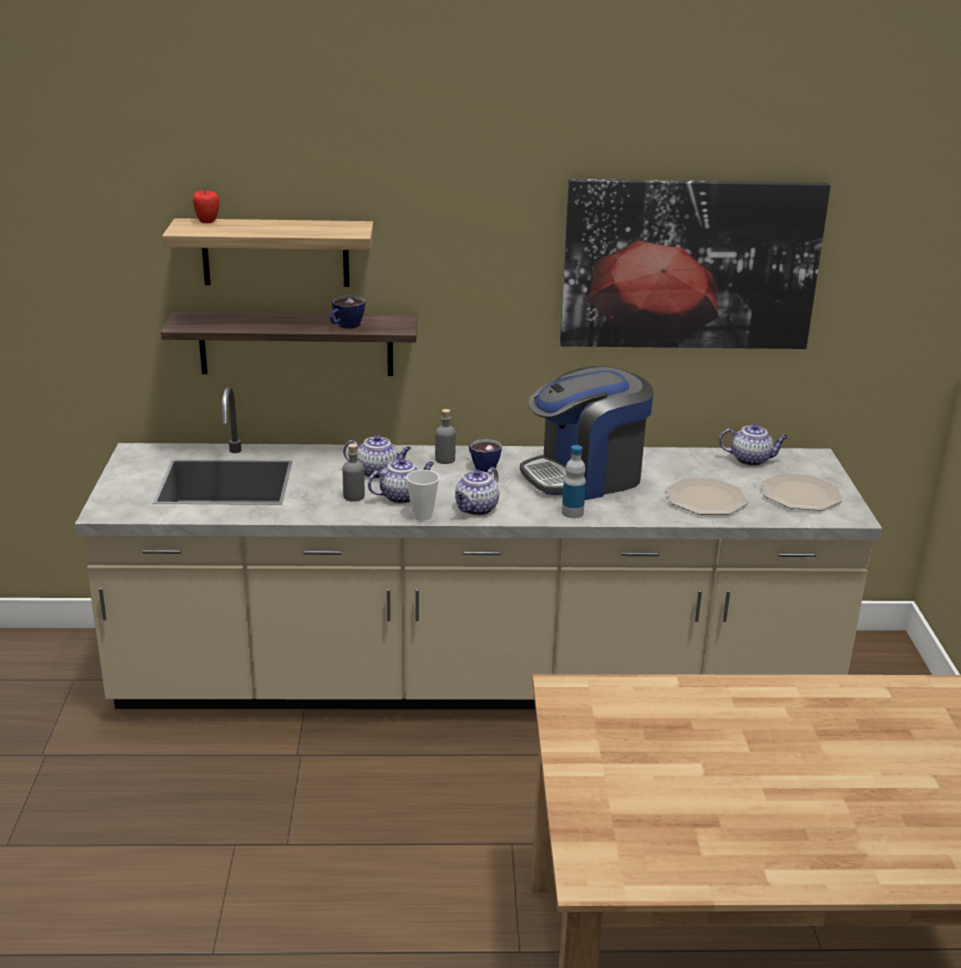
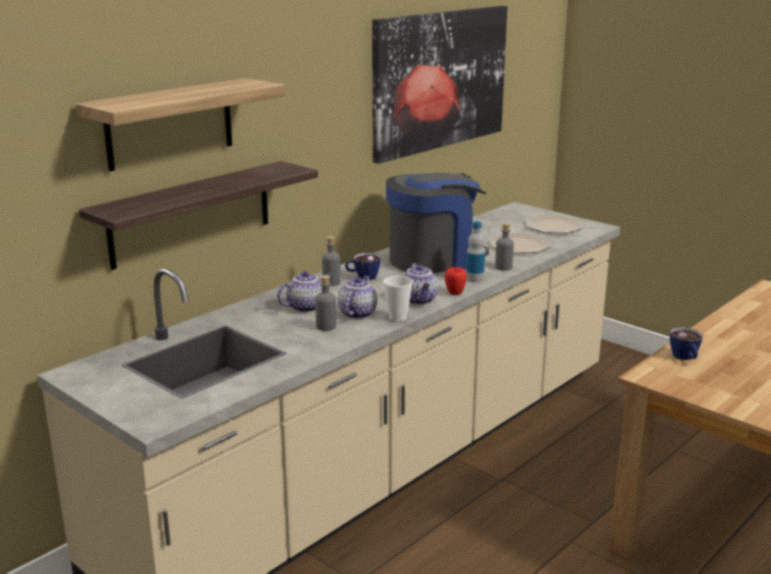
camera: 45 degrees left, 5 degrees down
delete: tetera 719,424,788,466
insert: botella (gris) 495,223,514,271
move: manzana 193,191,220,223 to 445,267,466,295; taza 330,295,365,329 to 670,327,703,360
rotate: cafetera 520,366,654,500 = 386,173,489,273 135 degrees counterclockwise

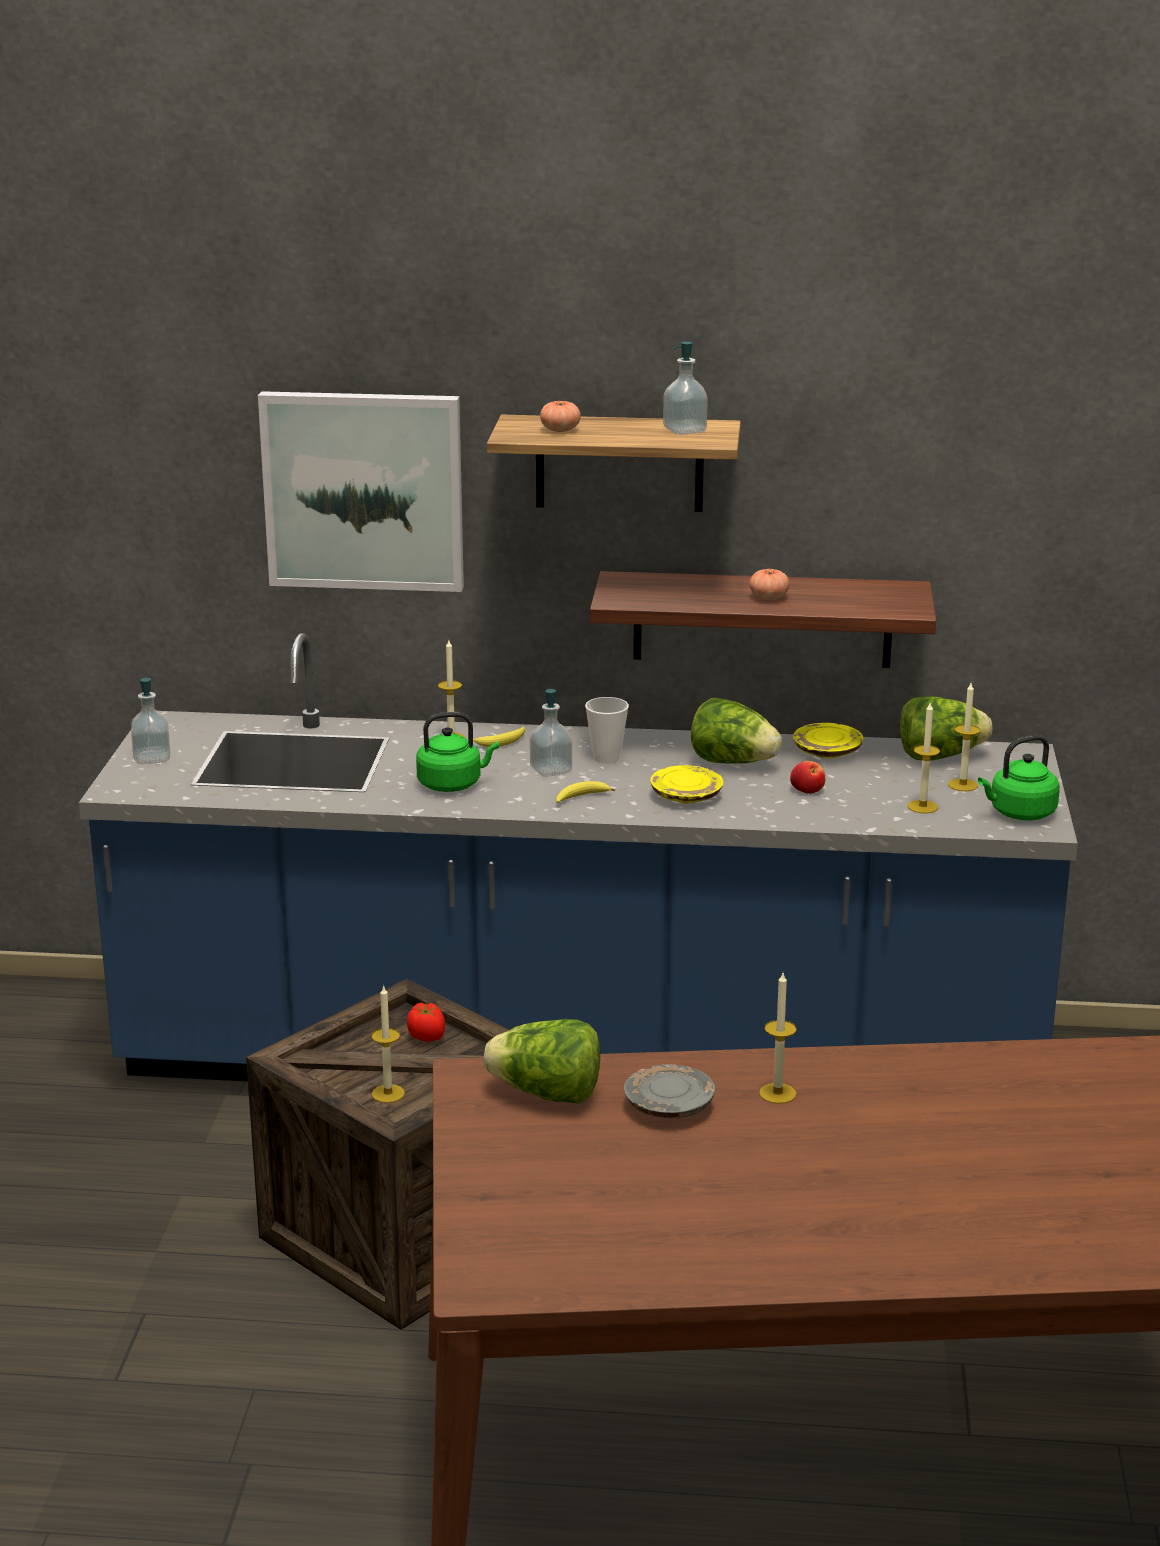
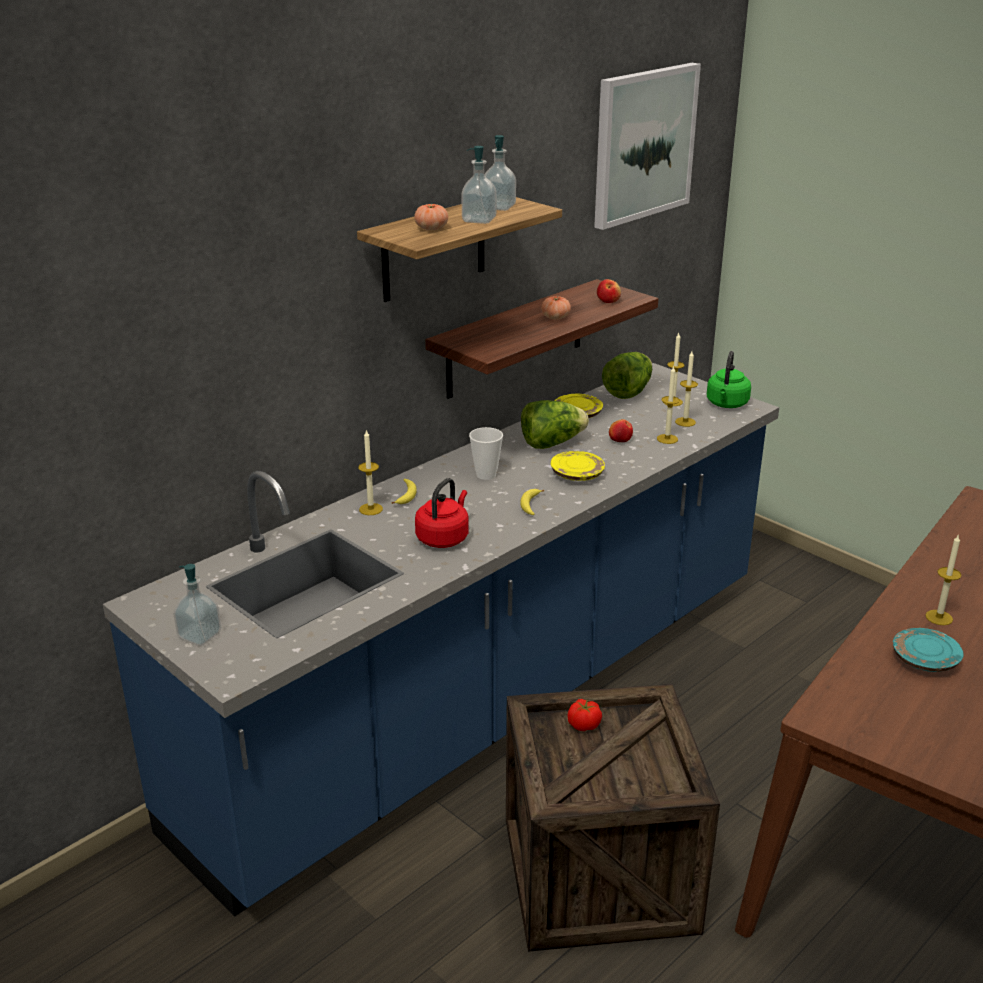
camera: 50 degrees left, 5 degrees up
delete: lechuga 484,1019,600,1104
insert: manzana 597,279,621,303
move: cuadro 258,391,464,592 to 594,63,701,230; dispensador de jabón 530,689,572,777 to 461,146,497,224; vela 371,985,405,1103 to 657,366,680,444
recolor: hervidor (verde) 416,712,499,792 to hervidor (rojo) 415,478,469,548; plato (gris) 624,1064,715,1118 to plato (turquesa) 893,628,964,672

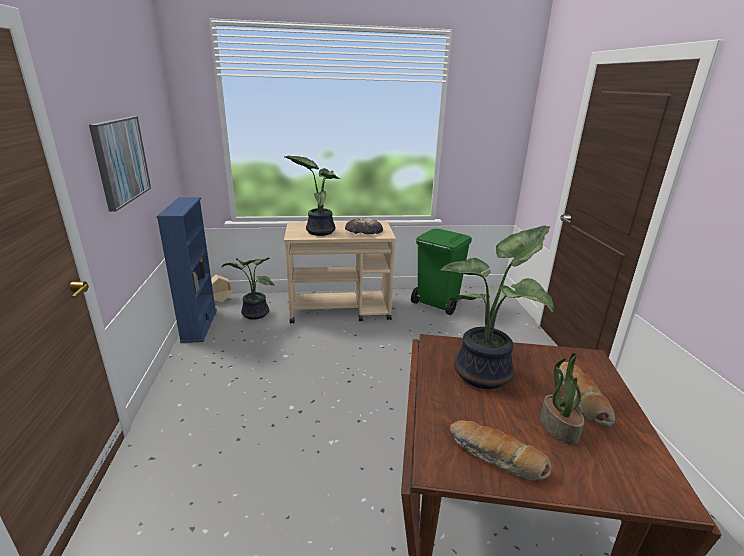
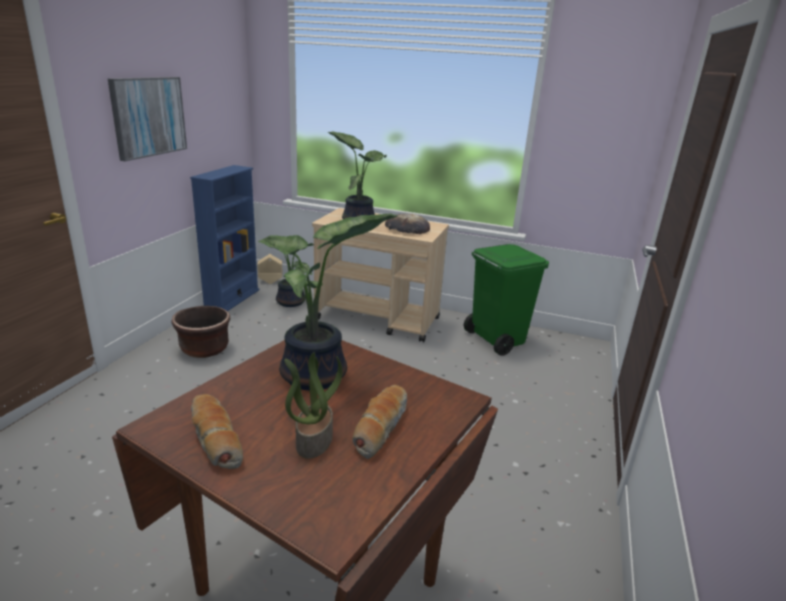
camera: 25 degrees right, 0 degrees up
insert: maceta (marrón) 171,306,230,358

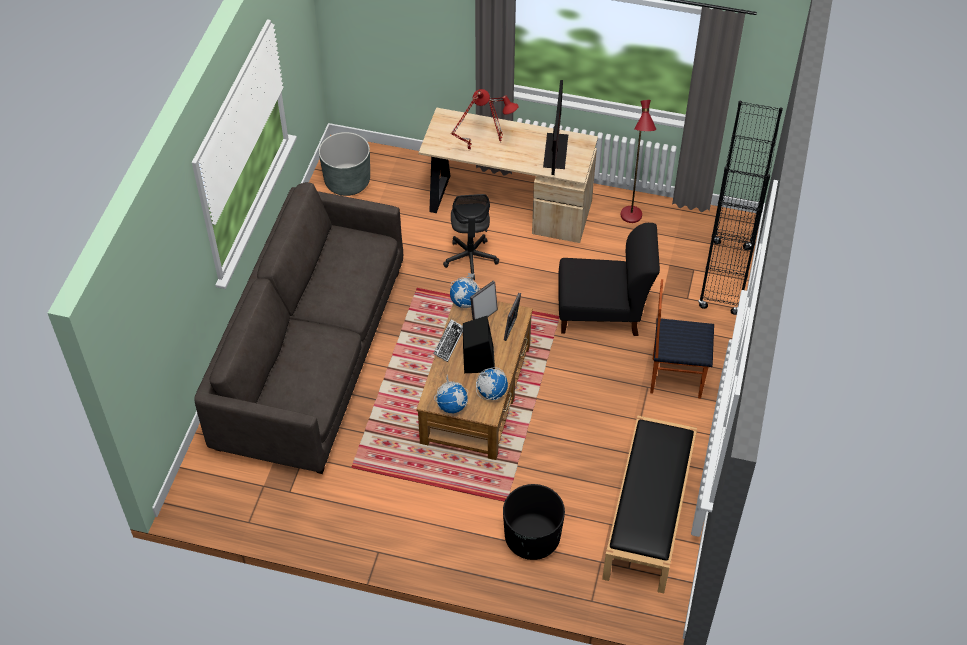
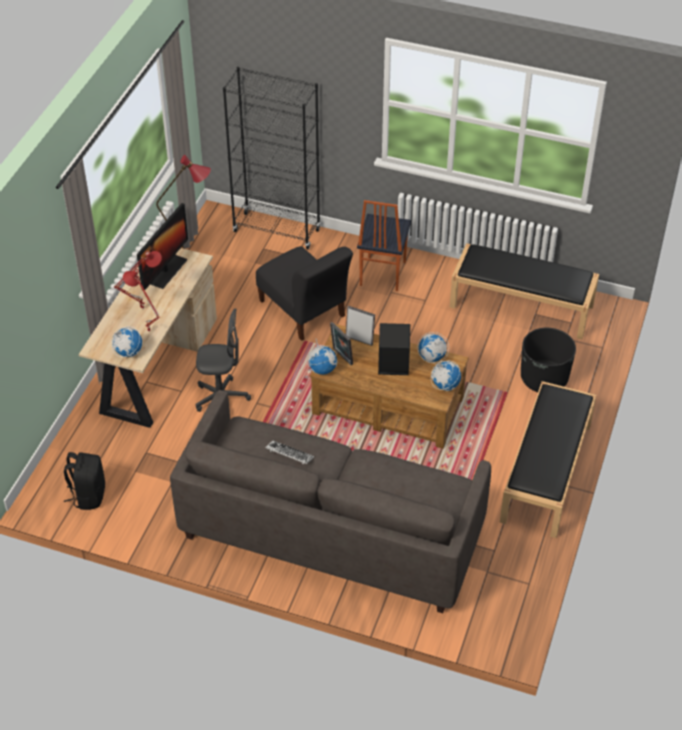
camera: 85 degrees left, 5 degrees down
insert: globo terráqueo 112,326,142,357; banco (negro) 500,381,597,538
move: teclado 433,320,463,362 to 266,440,314,464
replace: maceta (gris) 319,132,370,196 to mochila (negro) 64,452,105,510
rotate: monitor 543,80,568,175 = 137,203,188,290 105 degrees clockwise; silla (negro) 558,223,660,336 = 256,246,353,341 135 degrees clockwise

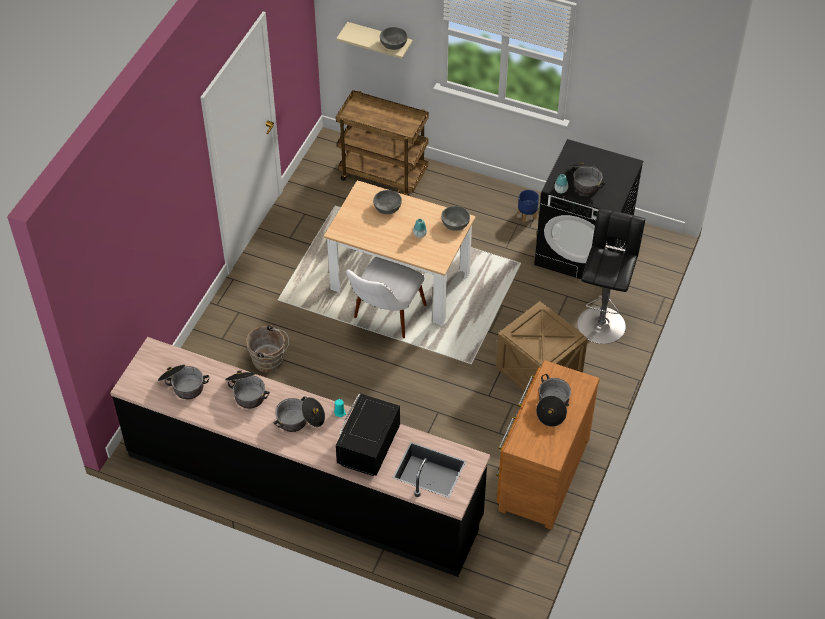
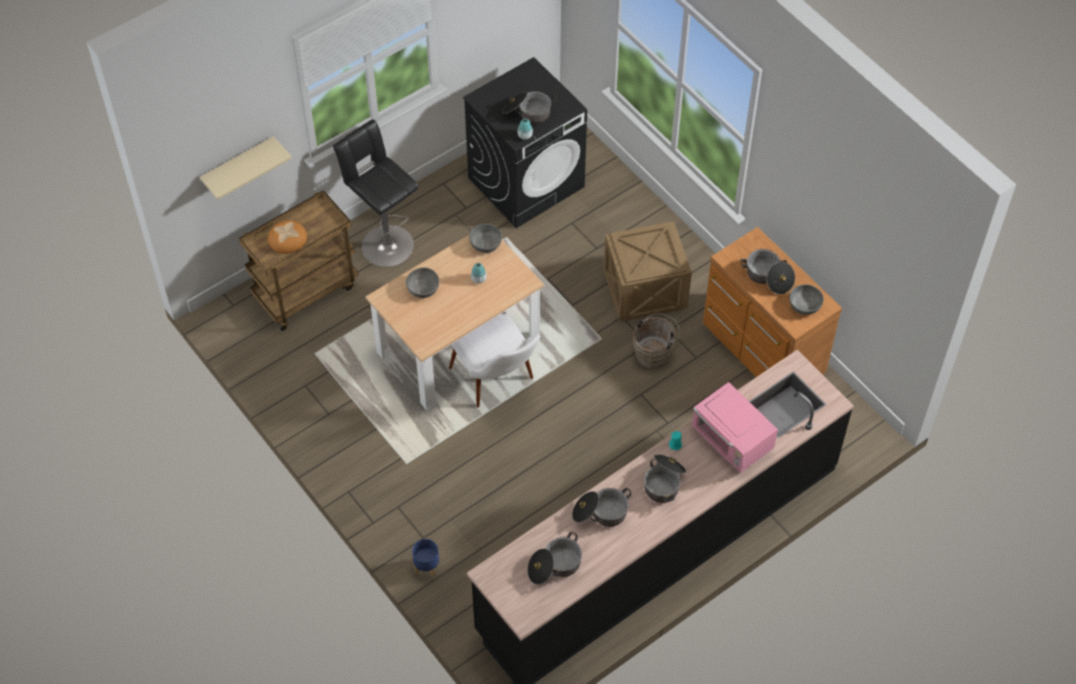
camera: 60 degrees left, 5 degrees up
insert: pan 268,220,307,254
move: cuenco (gris) 380,27,407,50 to 789,284,824,315; maceta (azul) 518,190,539,223 to 412,539,439,577; taburete (negro) 577,208,645,344 to 333,120,419,267; cubo (marrón) 246,325,289,373 to 633,313,680,368
recolor: microondas (negro) 336,394,400,476 to microondas (rosa) 692,382,778,473

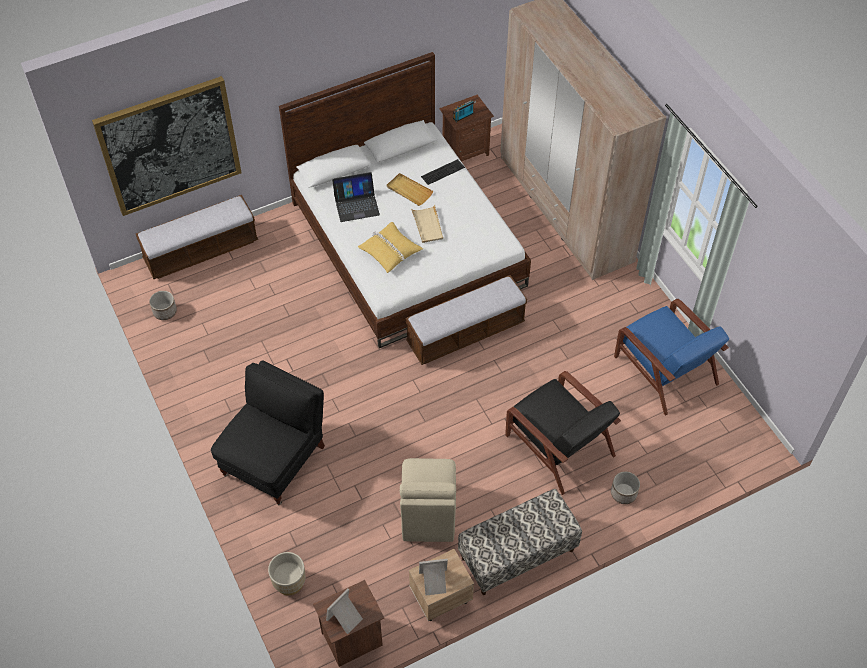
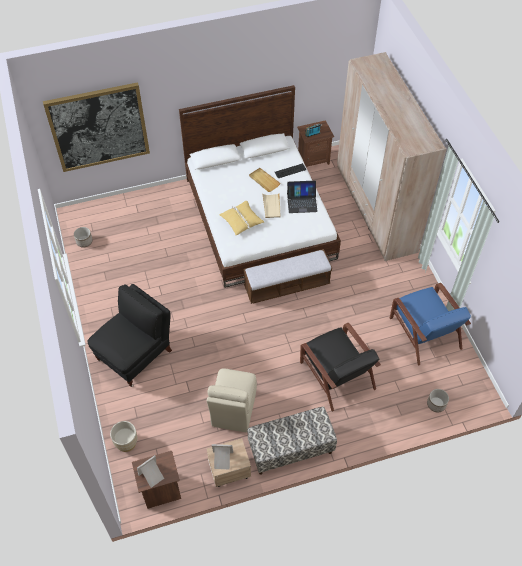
camera: 10 degrees right, 0 degrees up
delete: banco 136,195,258,279
move: portátil 332,172,380,222 to 287,181,318,213; maceta 611,472,640,504 to 427,389,449,412

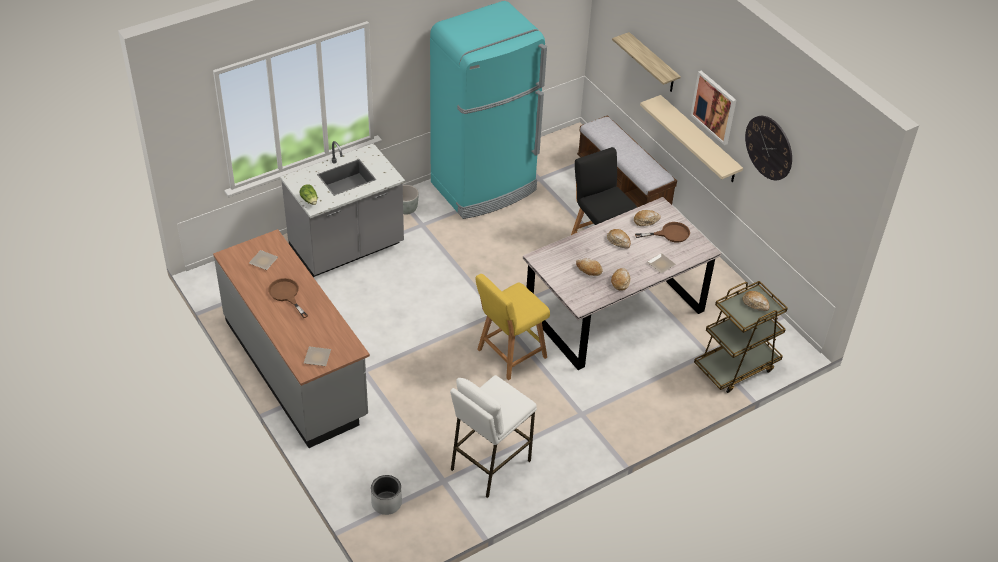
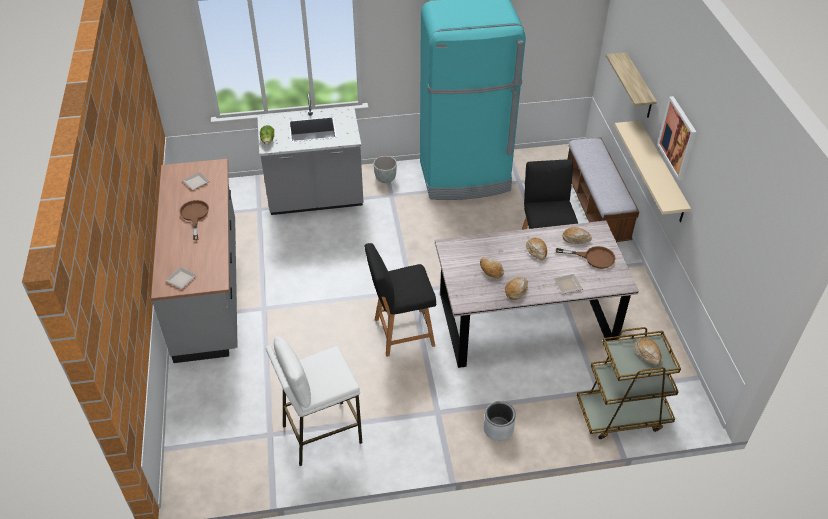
camera: 25 degrees right, 0 degrees up
delete: reloj de pared 745,116,792,180
move: maceta (gris) 371,475,402,515 to 484,401,516,441
recolor: taburete (amarillo) 475,274,550,380 to taburete (negro) 365,243,436,357

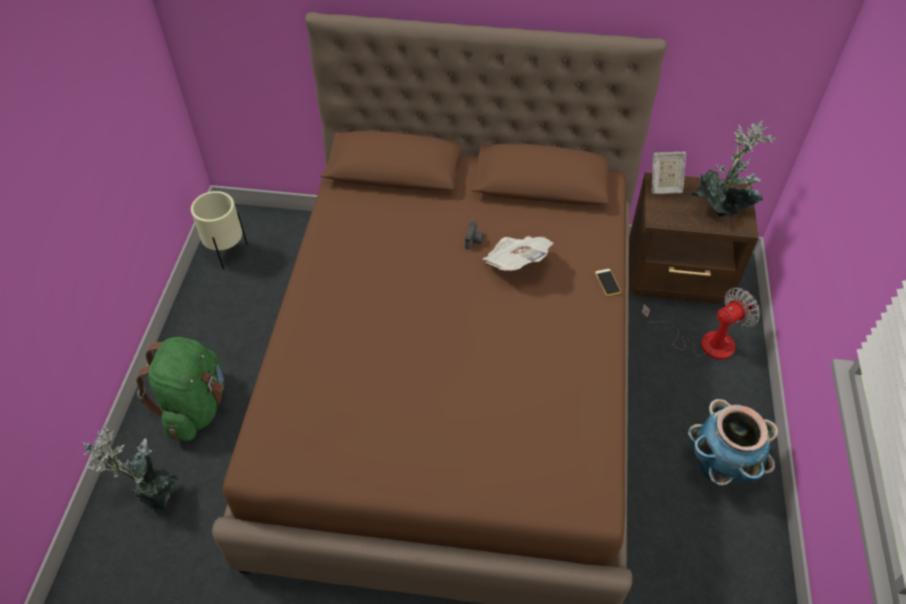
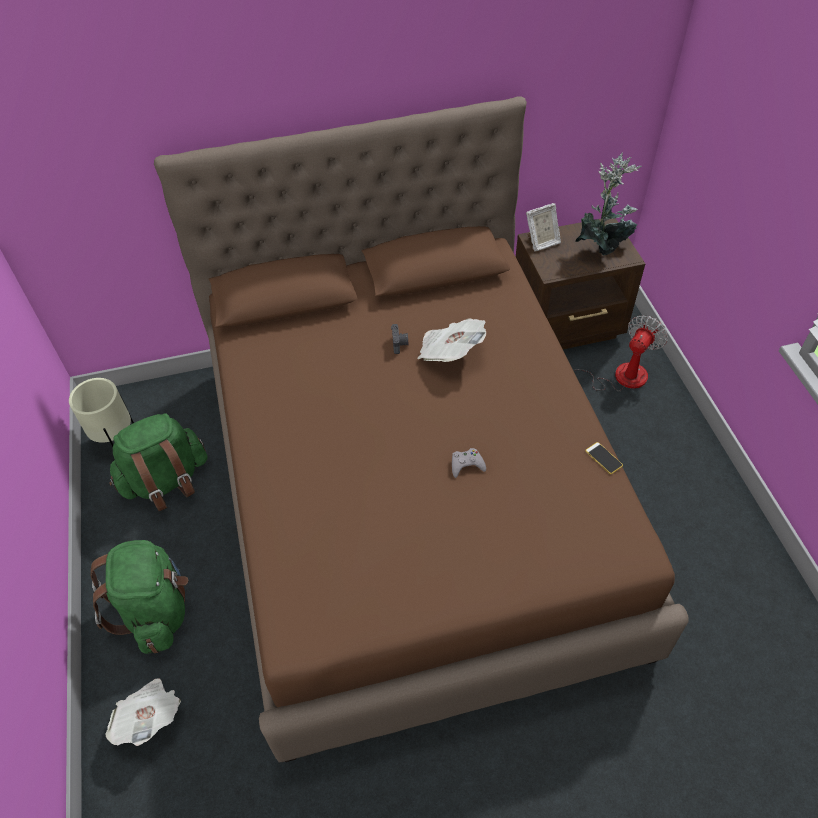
camera: 20 degrees left, 0 degrees up
delete: maceta 688,399,778,486
insert: mochila (verde) 110,413,208,512; mando de consola (gris) 452,448,486,478
move: móvil 595,269,621,296 to 585,442,623,474
replace: planta en maceta 82,423,179,510 to periódico 105,679,181,746

